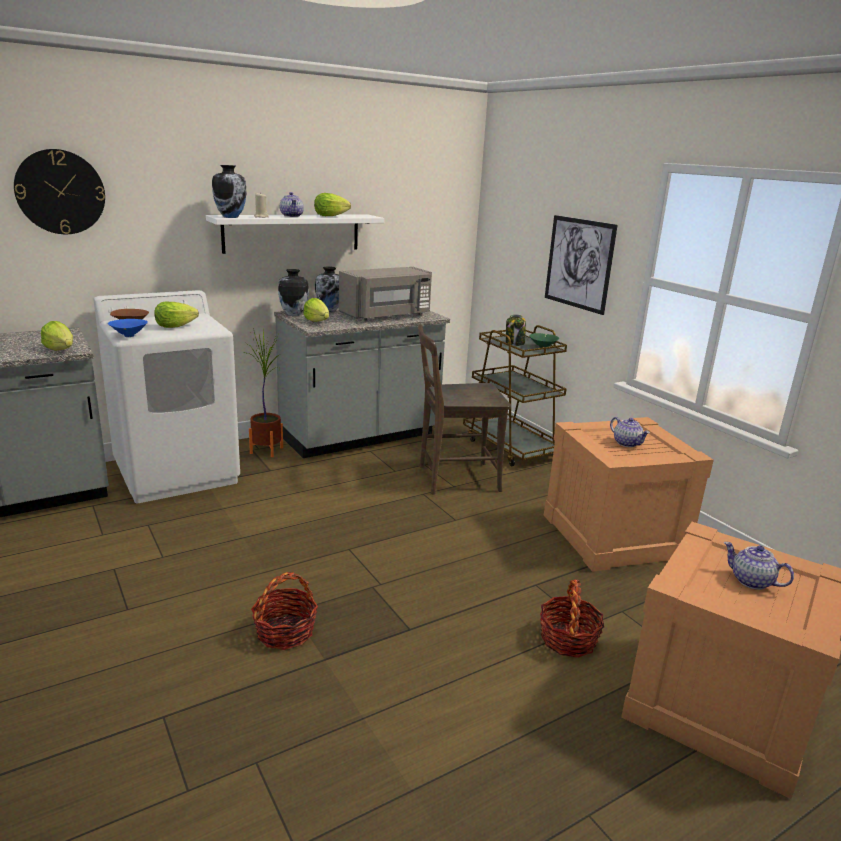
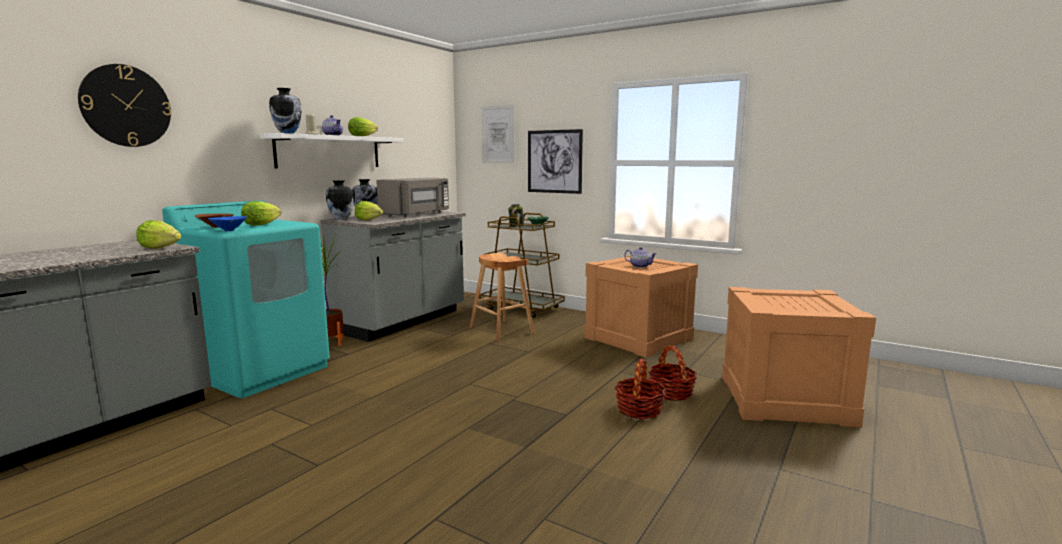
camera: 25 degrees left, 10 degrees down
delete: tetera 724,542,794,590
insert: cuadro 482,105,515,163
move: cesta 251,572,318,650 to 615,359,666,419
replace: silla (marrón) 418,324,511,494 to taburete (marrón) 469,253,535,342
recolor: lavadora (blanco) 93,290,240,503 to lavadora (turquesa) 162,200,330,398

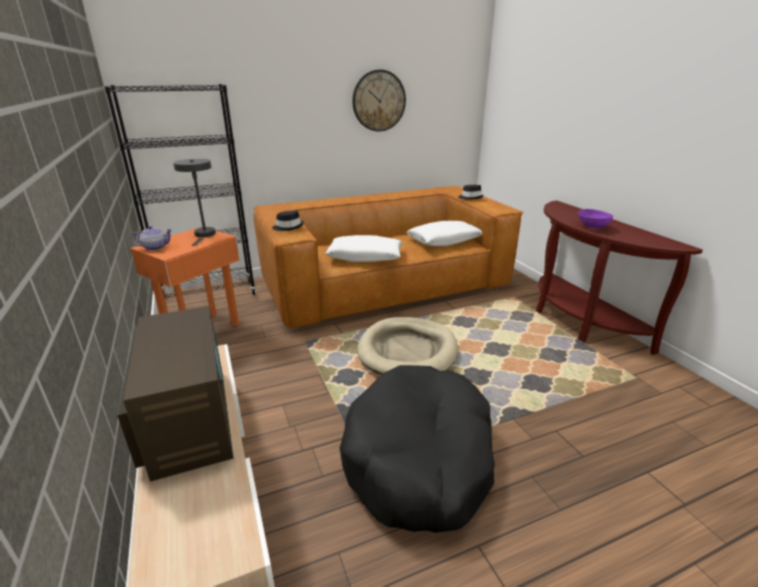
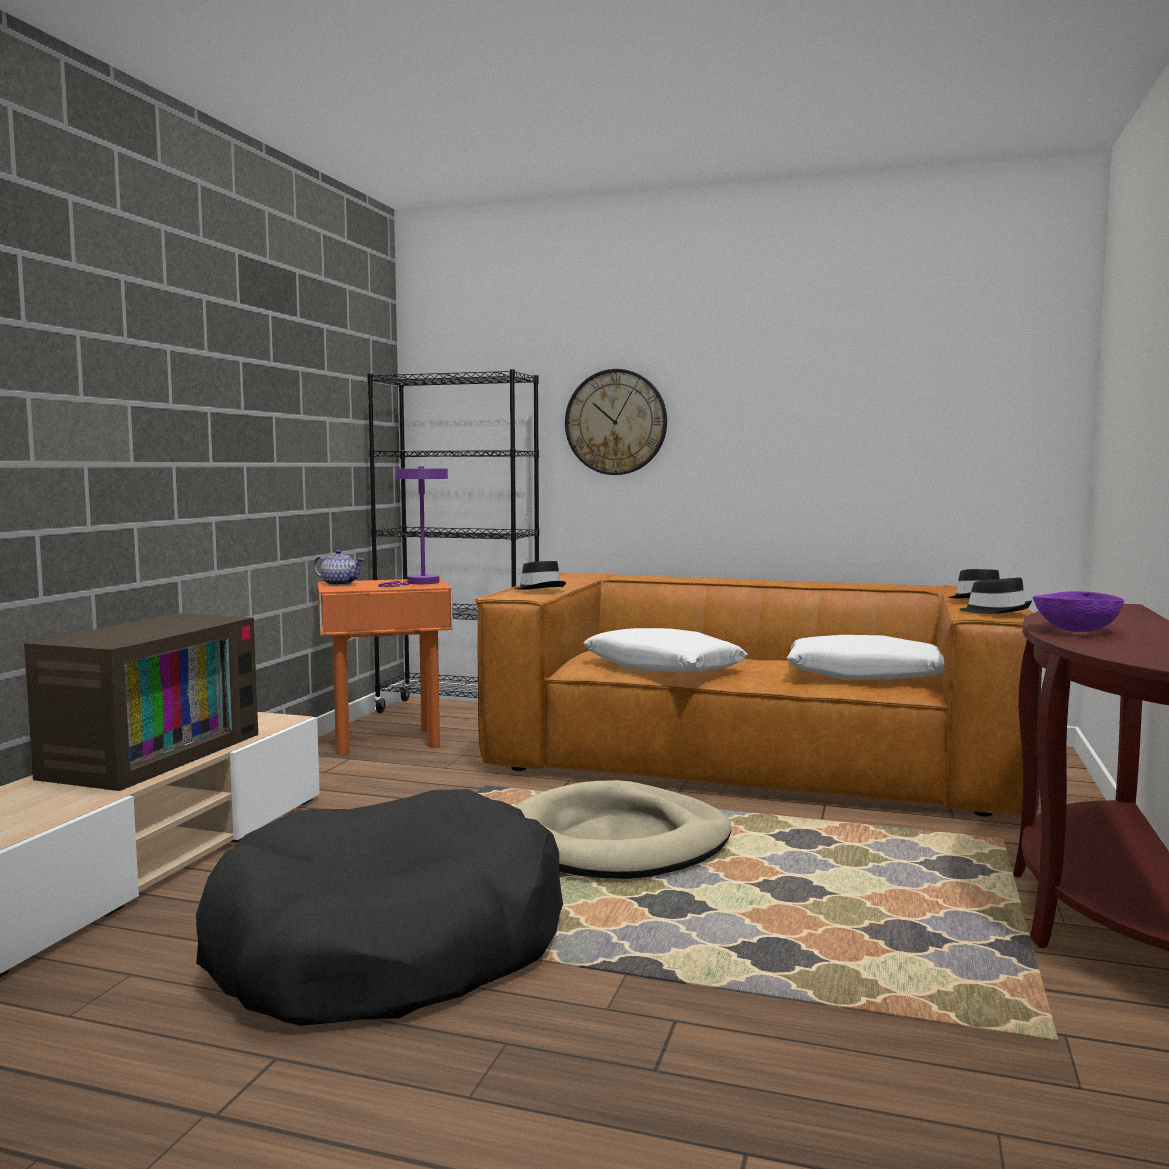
camera: 40 degrees right, 20 degrees down
insert: sombrero (negro) 959,578,1032,613
move: reloj de pared 352,70,406,131 to 565,369,667,475
recolor: lámpara de mesa (gris) 173,158,216,246 to lámpara de mesa (morado) 378,466,448,587

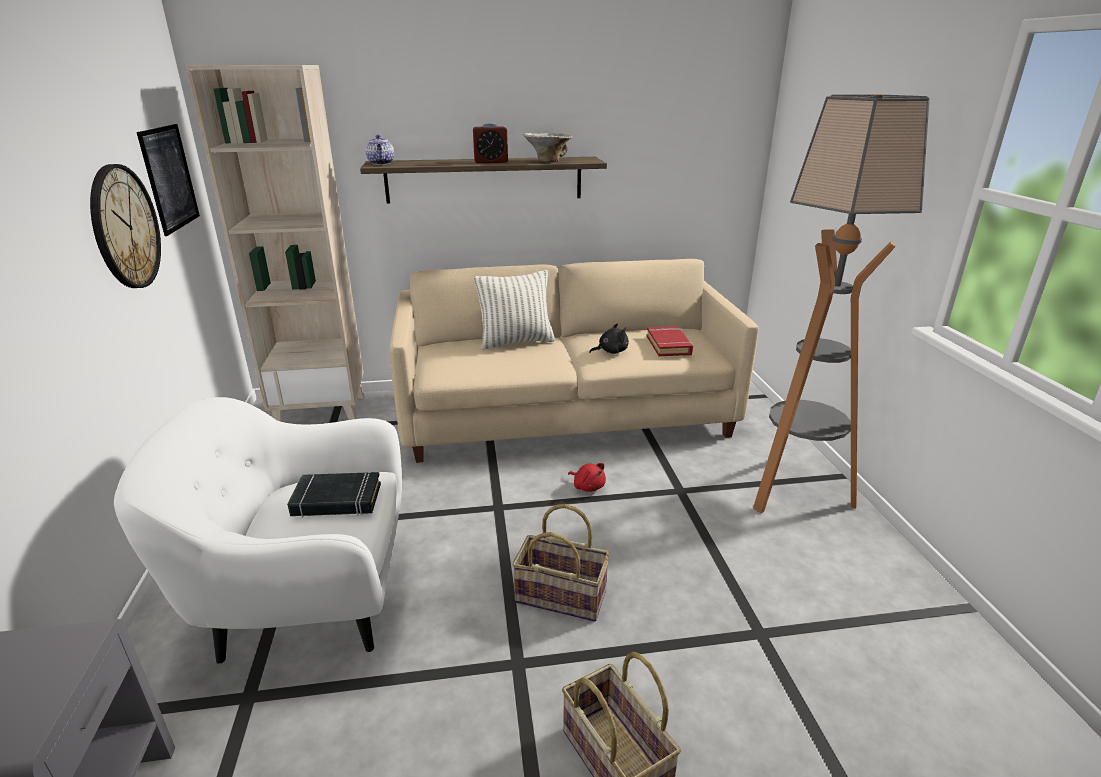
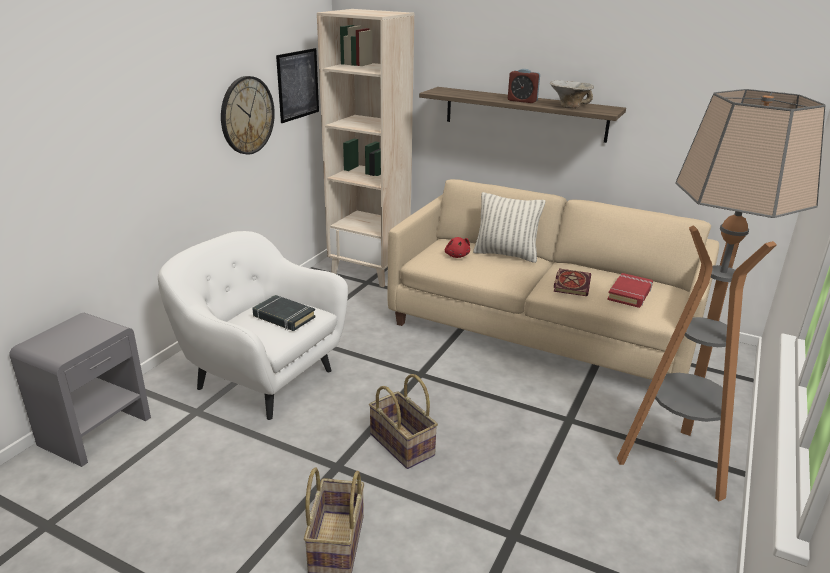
camera: 35 degrees right, 0 degrees up
delete: tetera 366,135,394,165
move: peluche (rojo) 568,463,606,492 to 445,237,470,258
replace: peluche (negro) 589,323,629,354 to libro 554,269,591,296

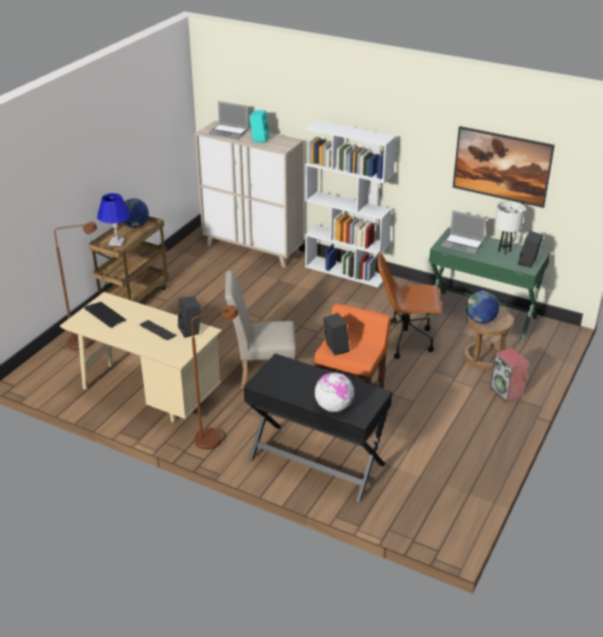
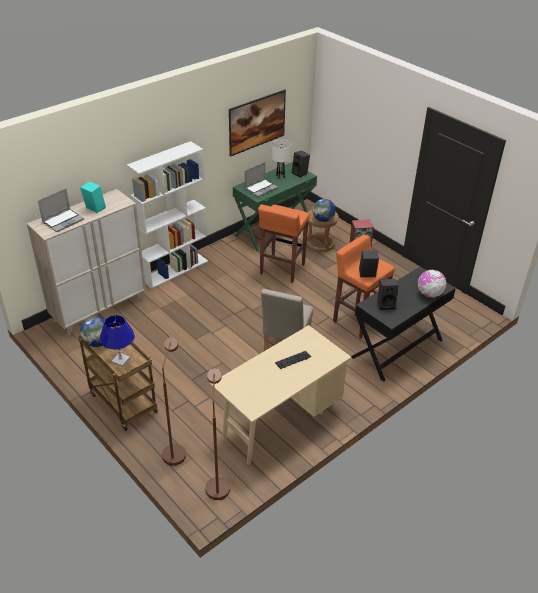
camera: 70 degrees left, 5 degrees up
delete: teclado 84,302,126,328
move: altavoz (negro) 178,296,201,338 to 377,279,398,310; lámpara de pie (marrón) 191,305,239,449 to 205,368,230,500
replace: silla de oficina (marrón) 377,252,442,359 to taburete (naranja) 258,204,309,283

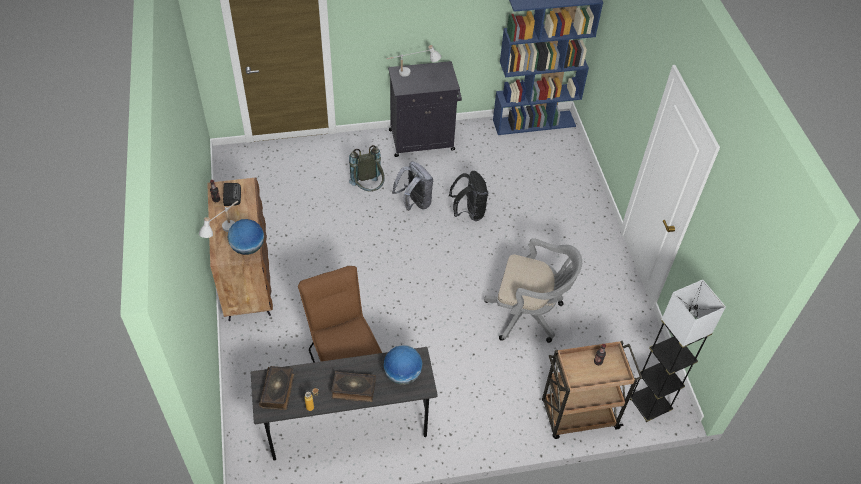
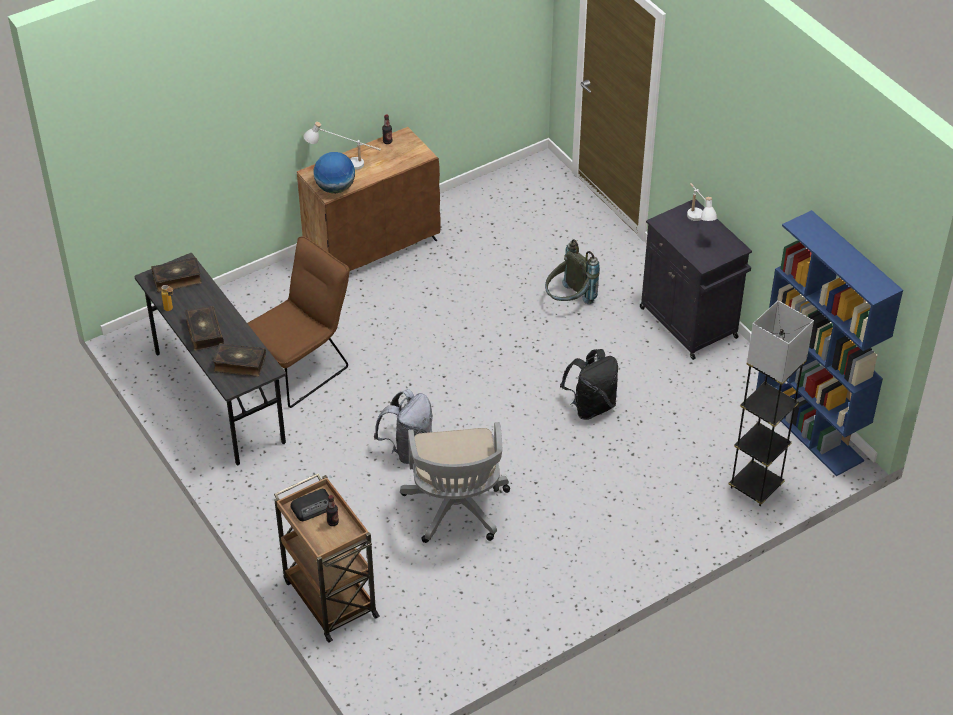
camera: 70 degrees right, 5 degrees down
move: mochila (gris) 392,162,433,211 to 374,389,433,464; radio 223,183,241,206 to 290,489,329,521; lámpara de pie (gris) 630,280,726,422 to 728,300,814,506
replace: globo terráqueo 383,346,423,385 to libro 213,343,266,377

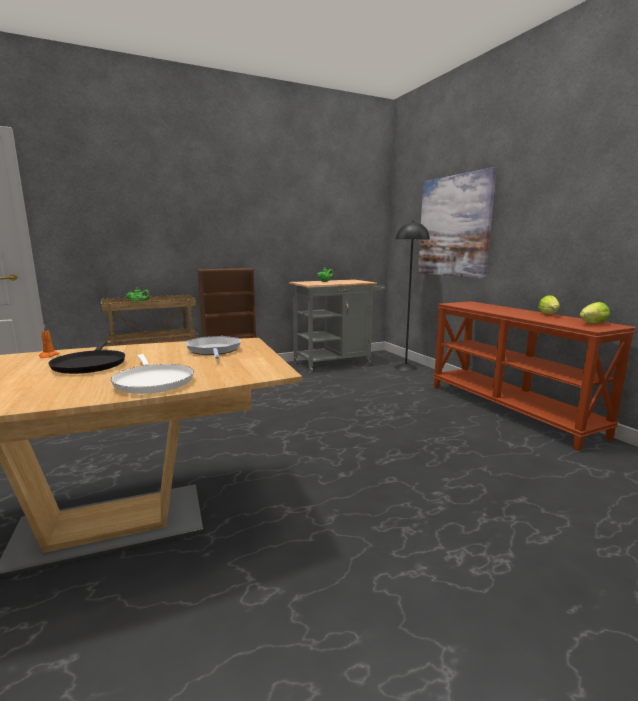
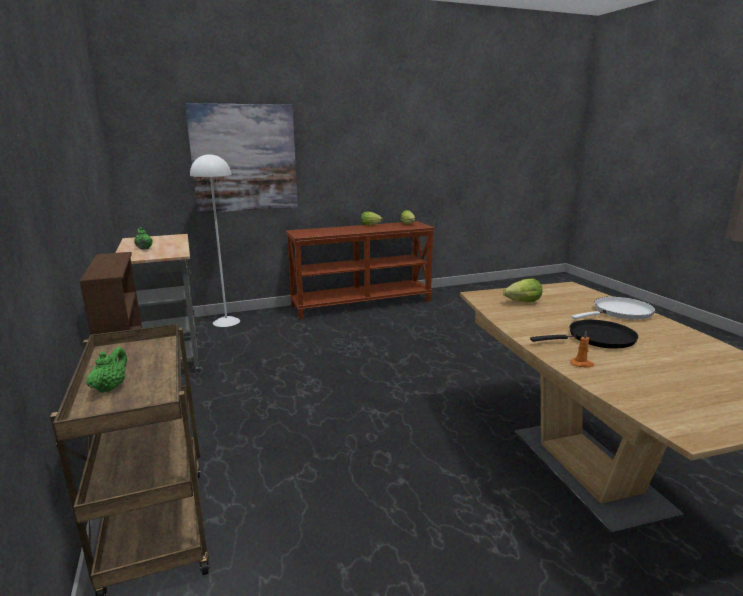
camera: 85 degrees left, 5 degrees up
replace: sartén 186,336,241,359 to lechuga 503,279,542,302
recolor: lámpara de pie (negro) 394,221,430,371 to lámpara de pie (blanco) 190,153,240,327

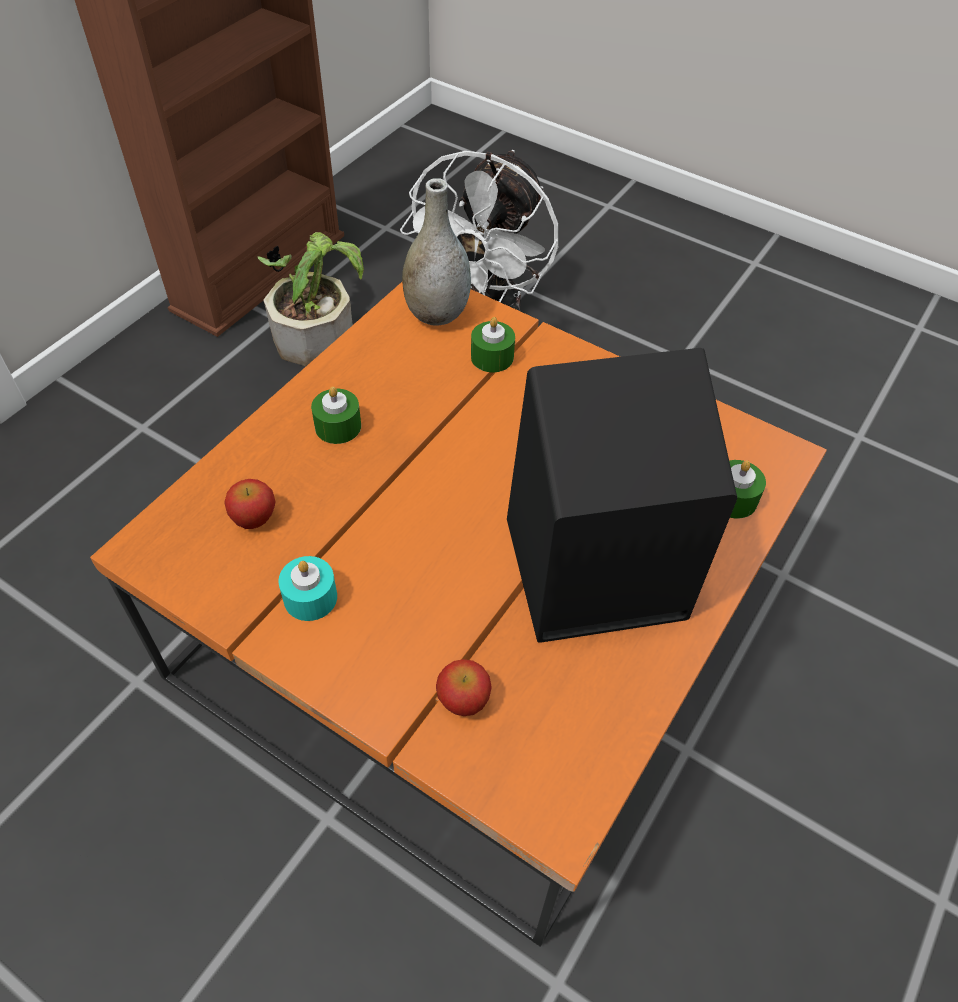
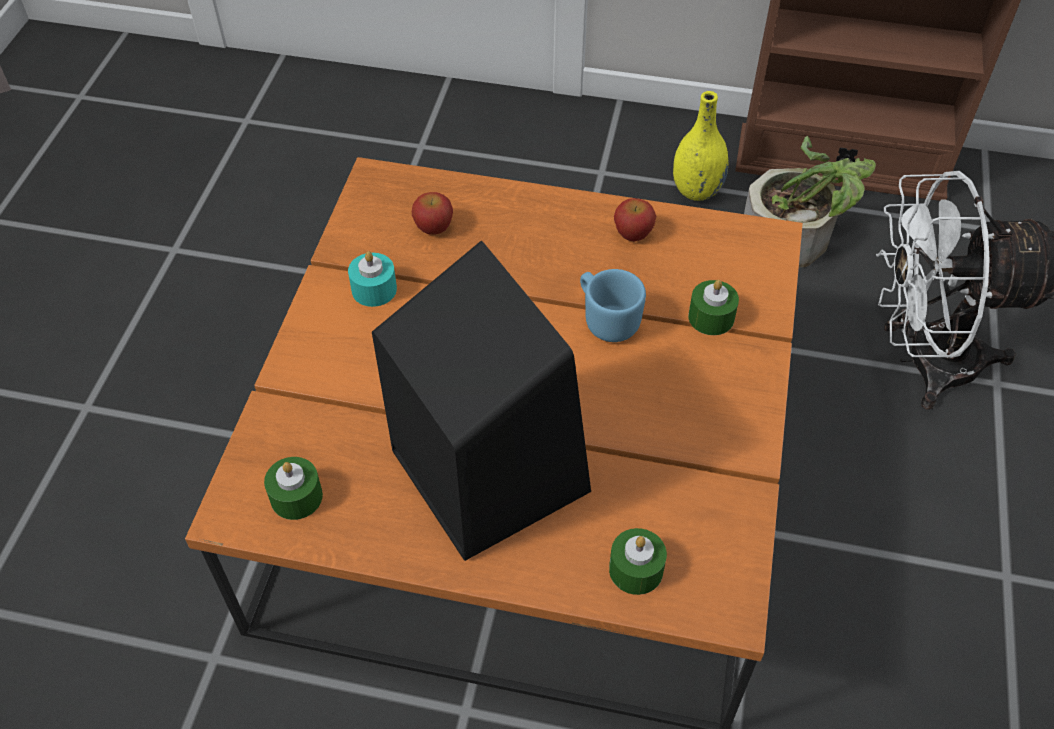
camera: 70 degrees right, 0 degrees up
delete: florero (gris) 402,178,471,326
insert: florero (amarillo) 673,91,728,201; taza grande (azul) 580,269,646,342
move: vela (verde) 311,387,361,444 to 264,457,323,520; manzana 436,659,492,716 to 614,198,656,241

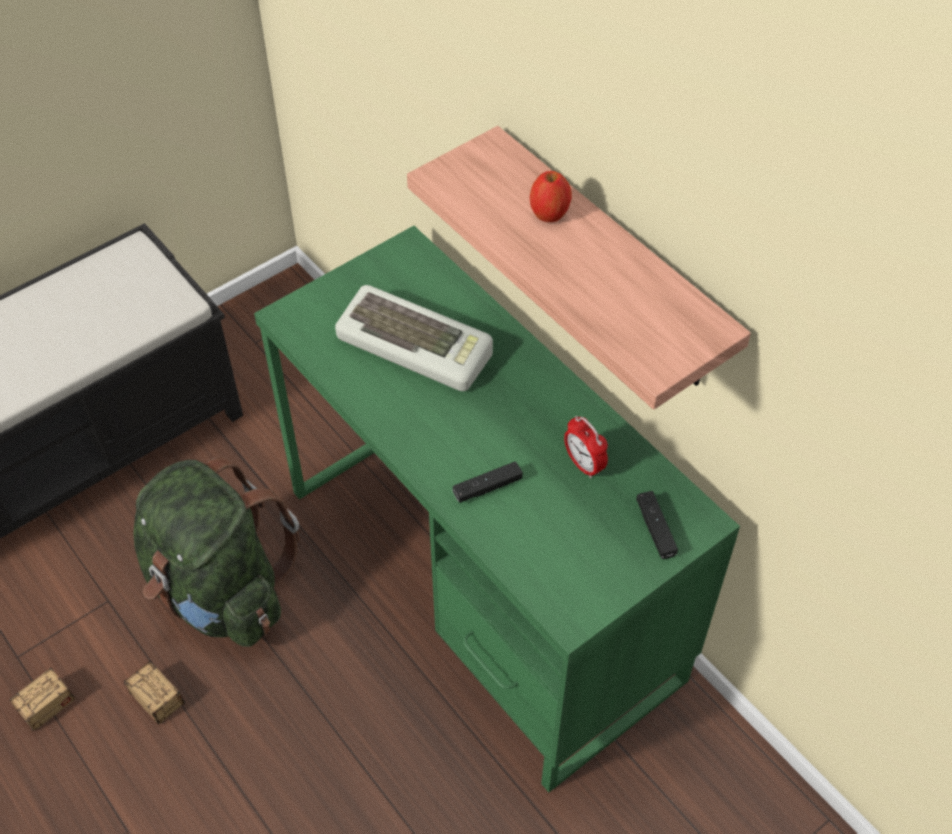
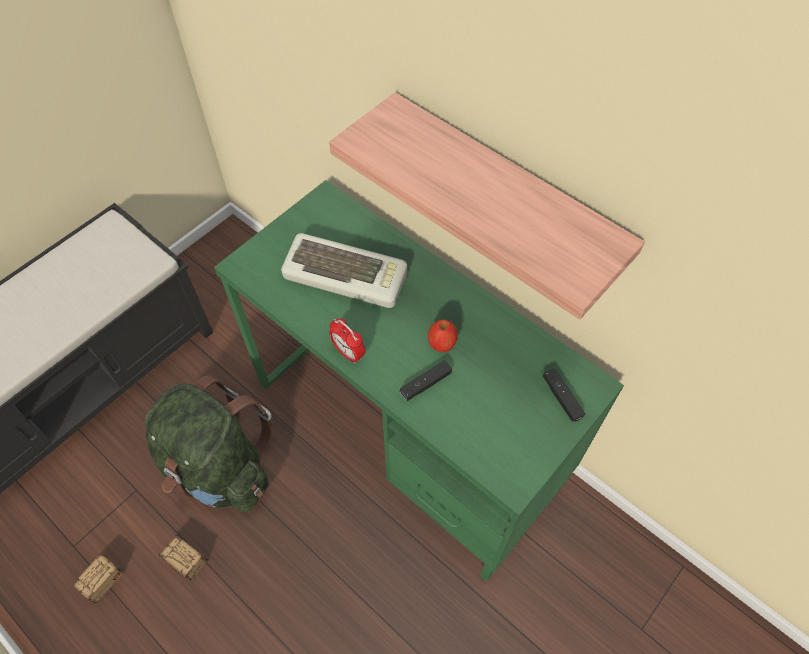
camera: 10 degrees left, 5 degrees up
move: manzana 530,171,572,222 to 428,320,458,352; despertador 564,416,608,479 to 329,319,365,364

